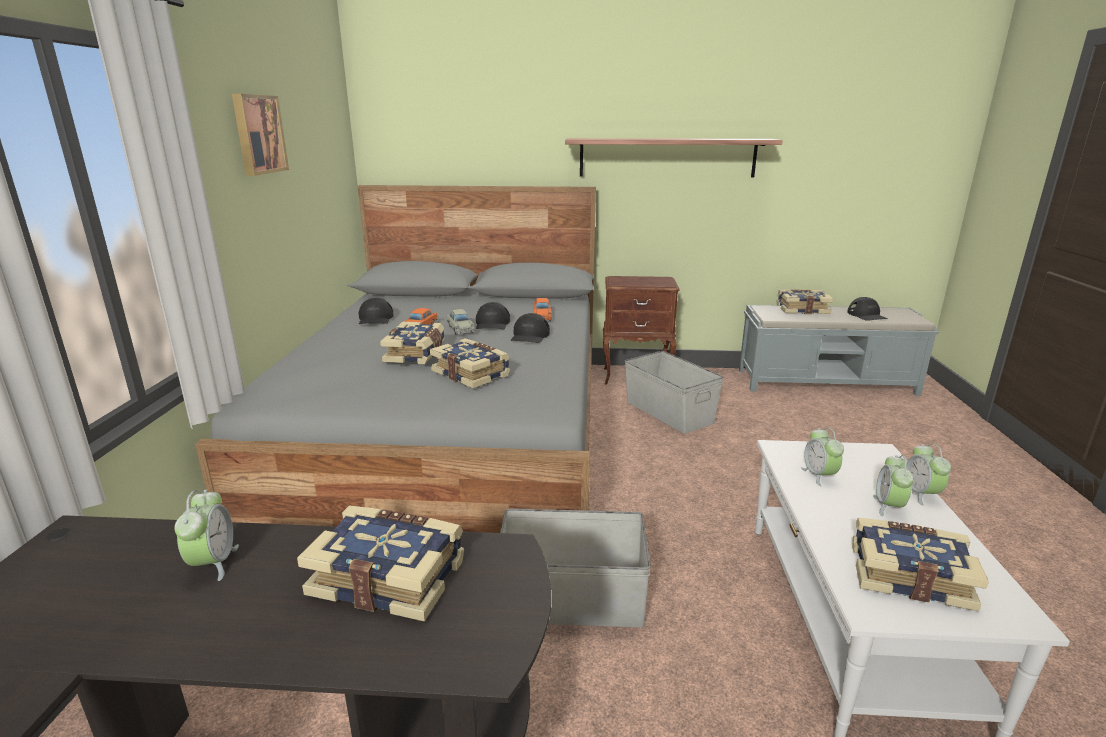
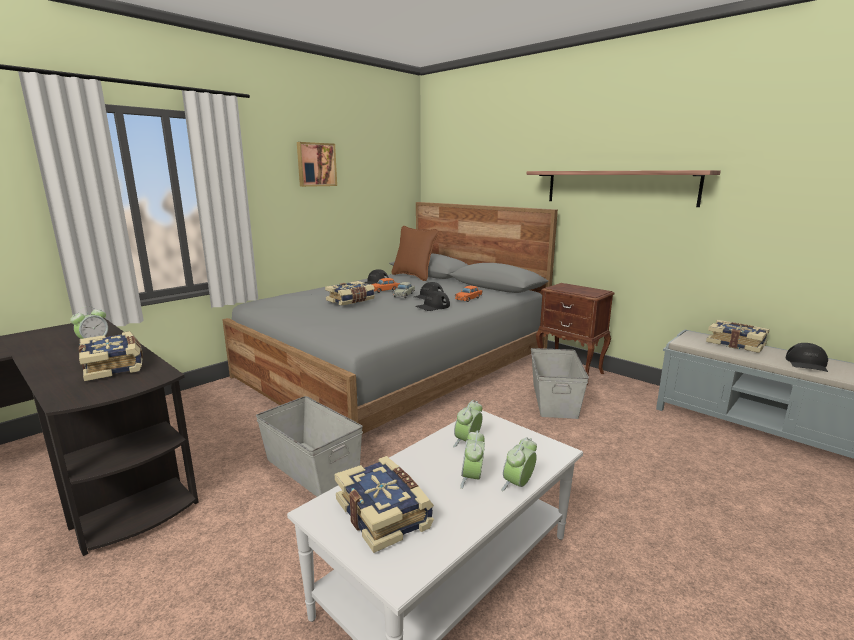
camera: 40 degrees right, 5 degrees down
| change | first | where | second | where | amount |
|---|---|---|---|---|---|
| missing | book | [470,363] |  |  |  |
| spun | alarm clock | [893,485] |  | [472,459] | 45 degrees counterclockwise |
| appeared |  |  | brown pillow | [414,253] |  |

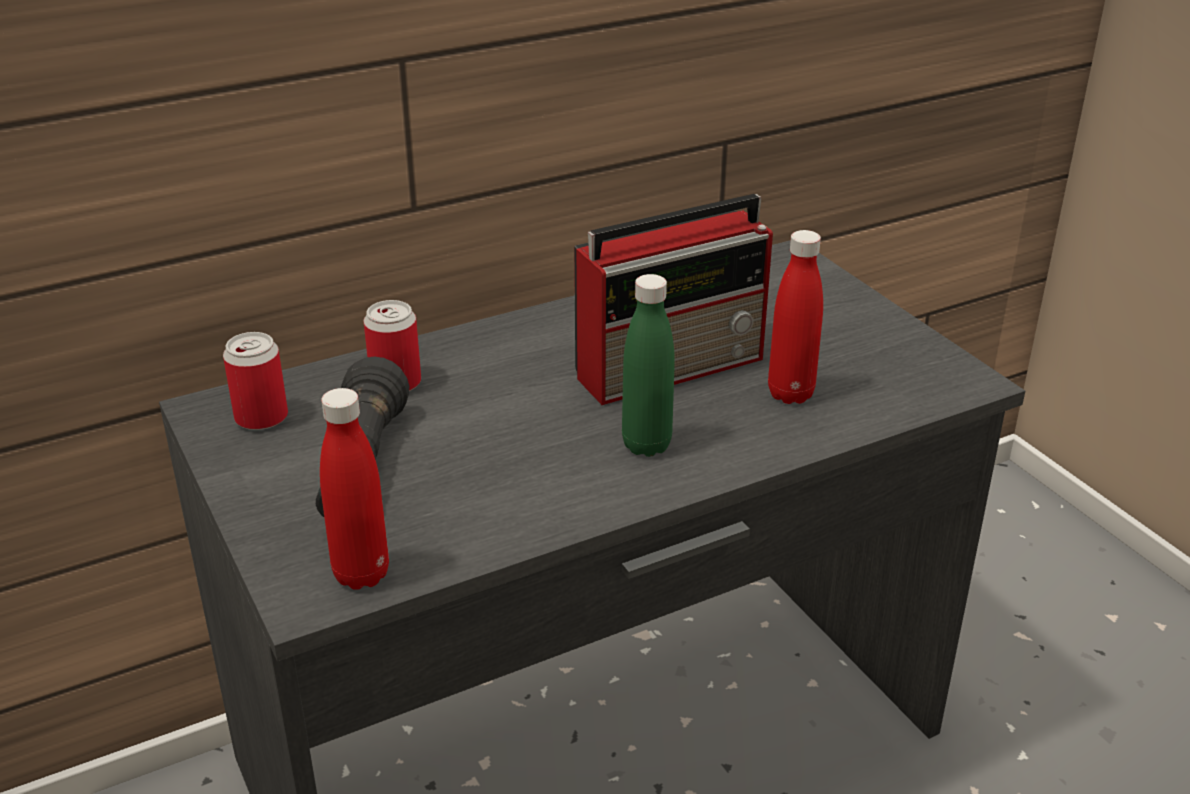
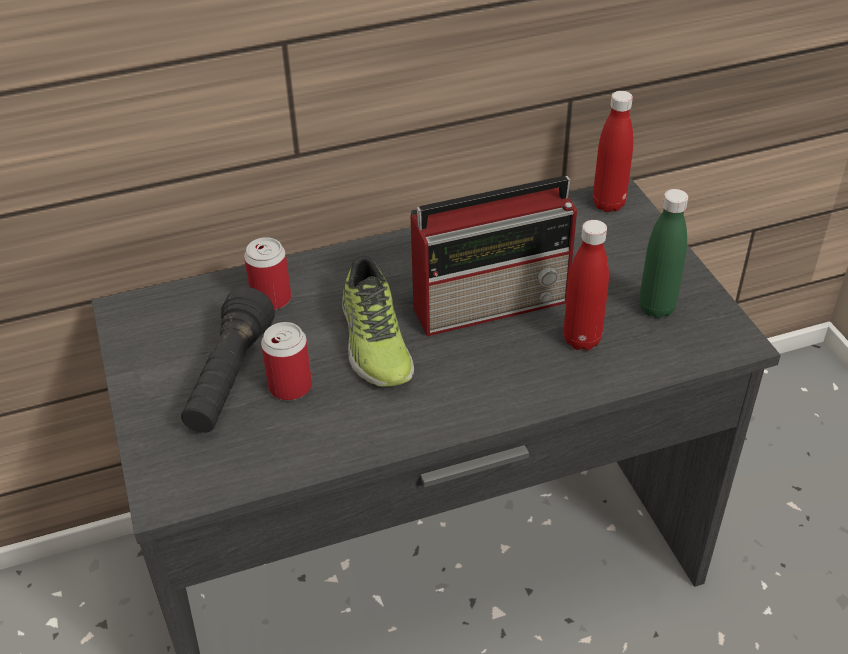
camera: 10 degrees right, 10 degrees up
| change | first | where | second | where | amount |
|---|---|---|---|---|---|
| relocated | can | [255,381] |  | [286,361] |  |
| relocated | red bottle | [354,489] |  | [613,151] |  |
| relocated | green bottle | [648,365] |  | [663,253] |  |
| appeared |  |  | shoe | [378,321] |  |

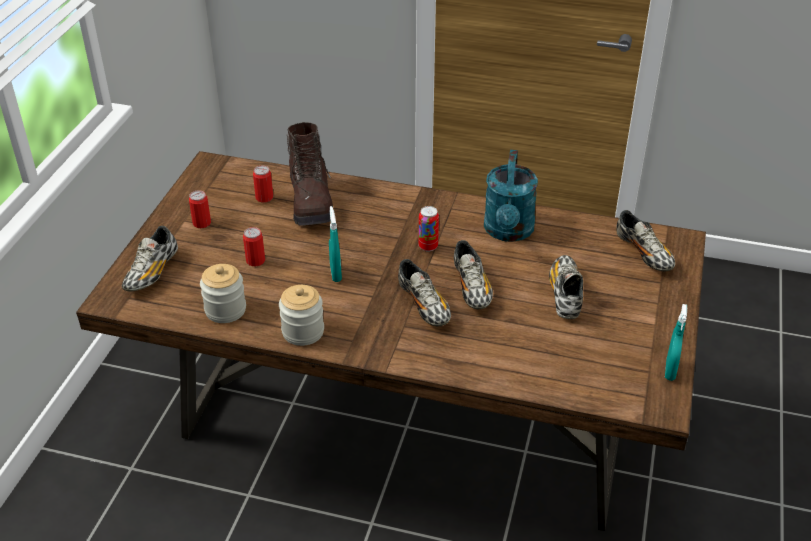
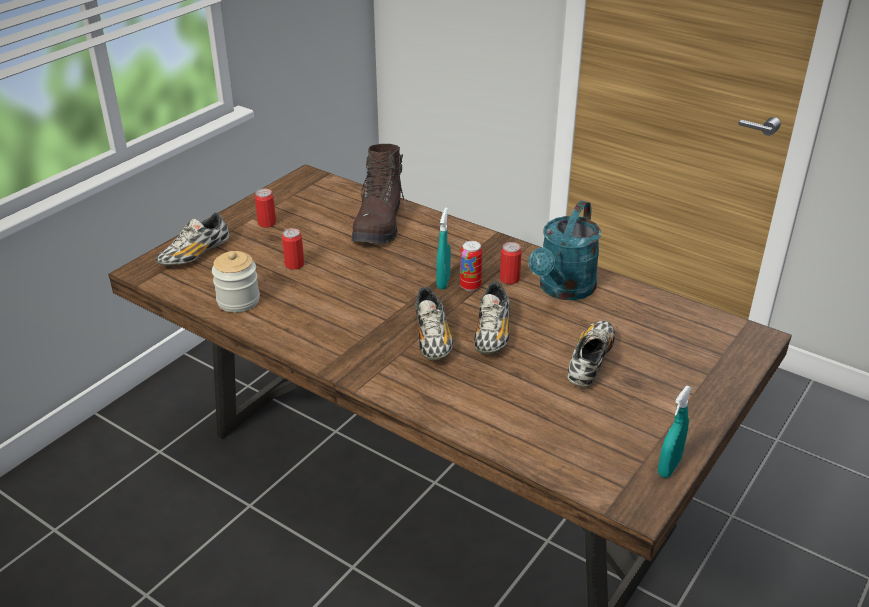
camera: 20 degrees right, 5 degrees down
| change | first | where | second | where | amount |
|---|---|---|---|---|---|
| relocated | can | [263,184] |  | [511,263] |  |
| missing | jar | [301,315] |  |  |  |
| relocated | turquoise spray bottle | [335,244] |  | [444,249] |  |
| missing | shoe | [645,240] |  |  |  |

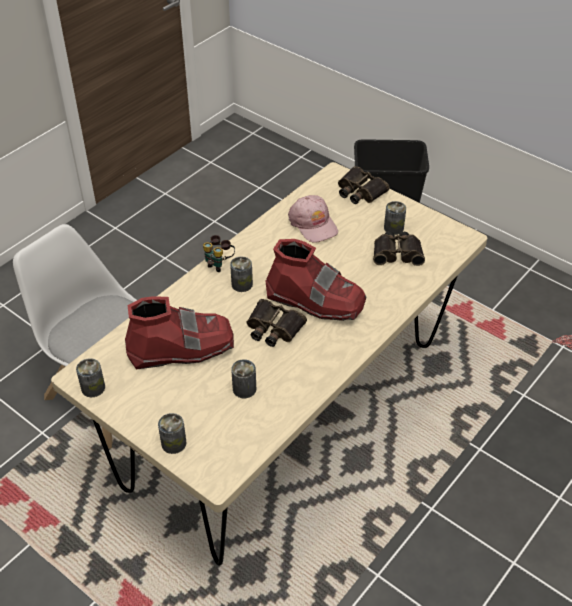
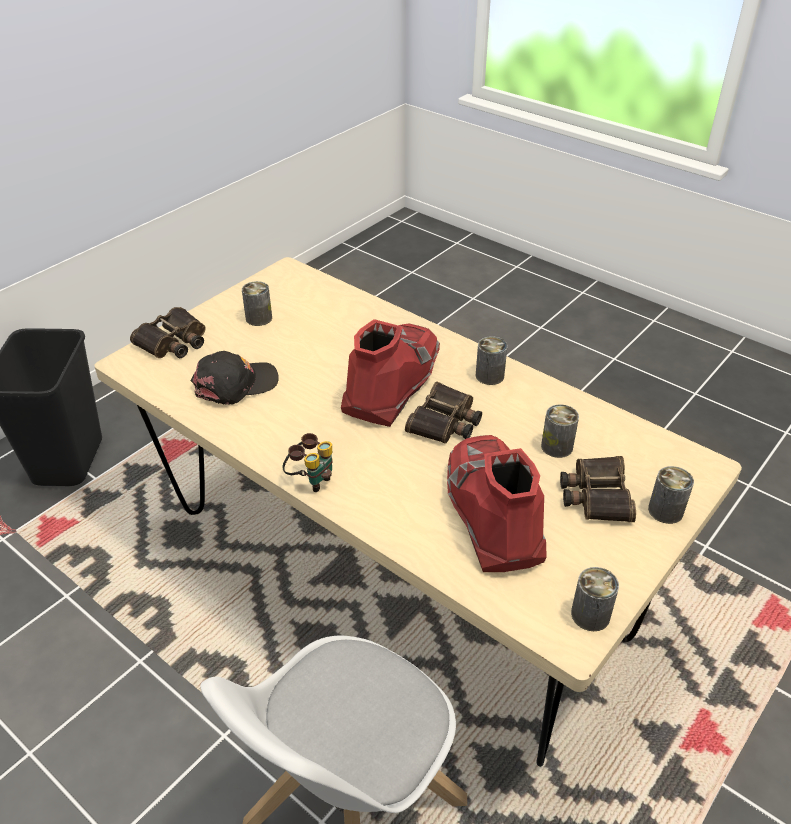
camera: 90 degrees left, 5 degrees down
| change | first | where | second | where | amount |
|---|---|---|---|---|---|
| relocated | can | [241,274] |  | [492,360] |  |
| colour | pink cap | [313,219] | black cap | [234,378] |  |
| relocated | binoculars | [399,248] |  | [598,489] |  |

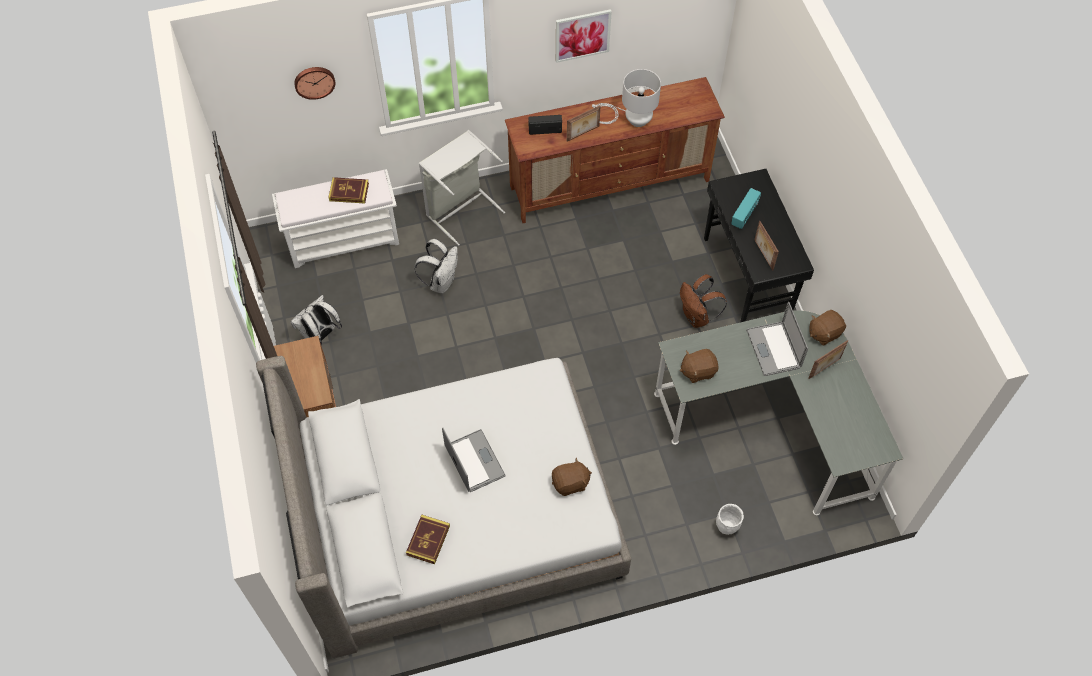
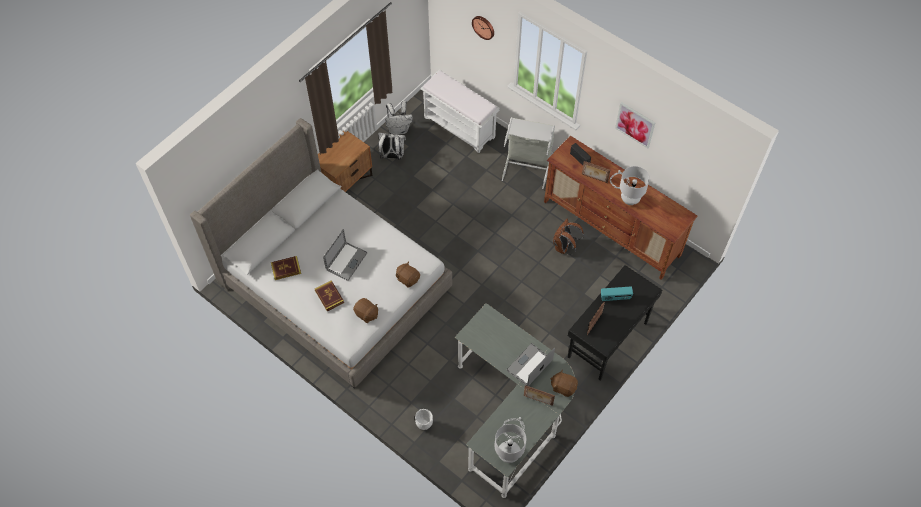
camera: 55 degrees right, 0 degrees up
| change | first | where | second | where | amount |
|---|---|---|---|---|---|
| relocated | book | [348,190] |  | [329,295] |  |
| relocated | white backpack | [436,266] |  | [399,118] |  |
| relocated | brown backpack | [703,301] |  | [568,237] |  |
| relocated | brown plush toy | [699,366] |  | [408,274] |  |
| appeared |  |  | white table lamp | [510,440] |  |

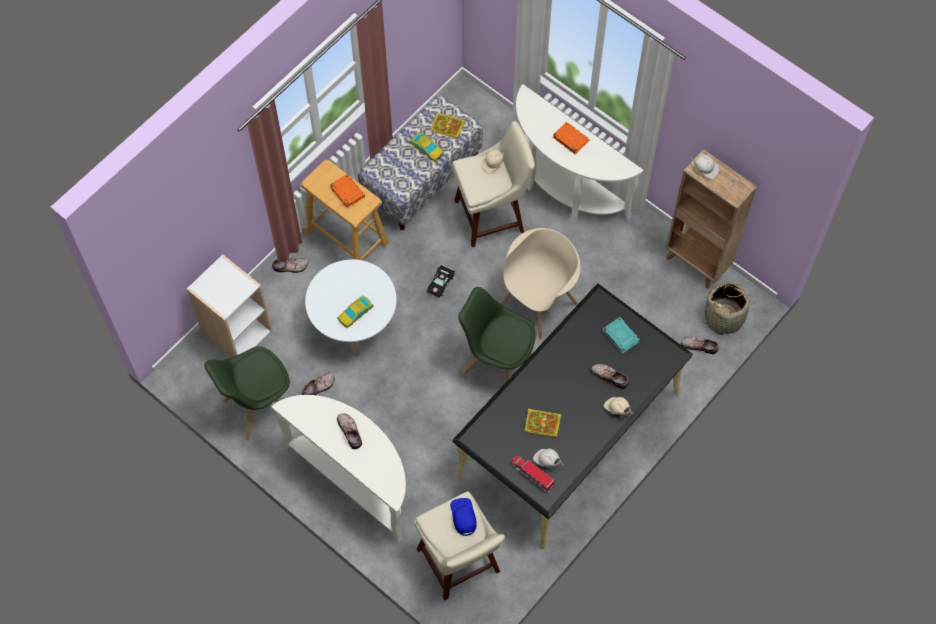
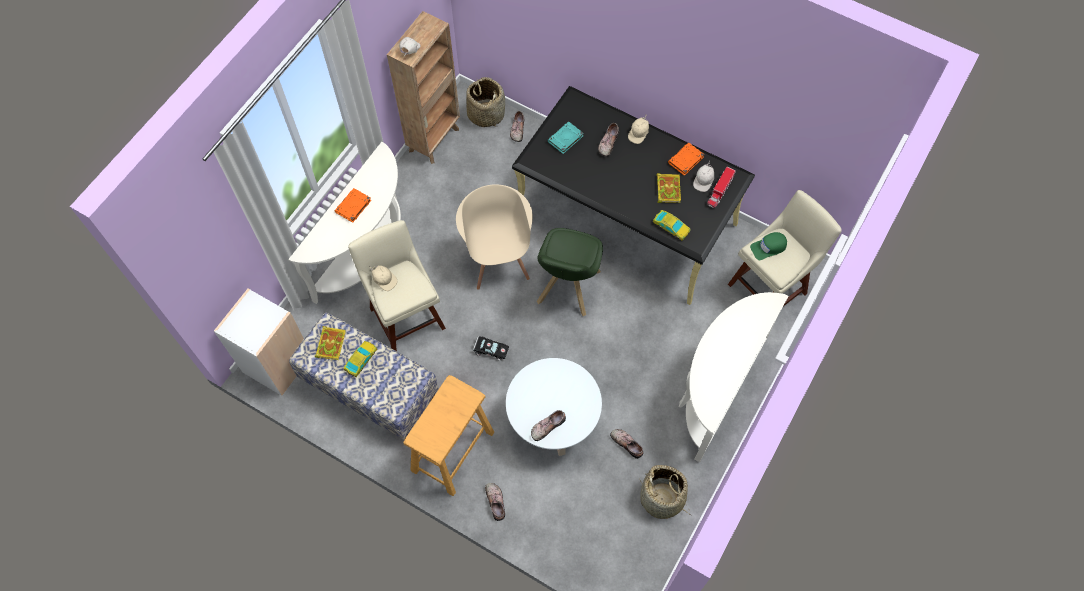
camera: 100 degrees left, 0 degrees up
| change | first | where | second | where | amount |
|---|---|---|---|---|---|
| relocated | bookcase | [229,306] |  | [259,342] |  |
| exchanged | green chair | [247,393] | basket | [665,492] |  |
| relocated | orange book | [347,191] |  | [686,159] |  |
| relocated | toy car | [355,311] |  | [672,225] |  |
| relocated | shoe | [349,431] |  | [548,425] |  |
| colour | blue cap | [463,517] | green cap | [768,246] |  |
| spun | beige chair | [540,283] |  | [494,237] | 45 degrees clockwise |

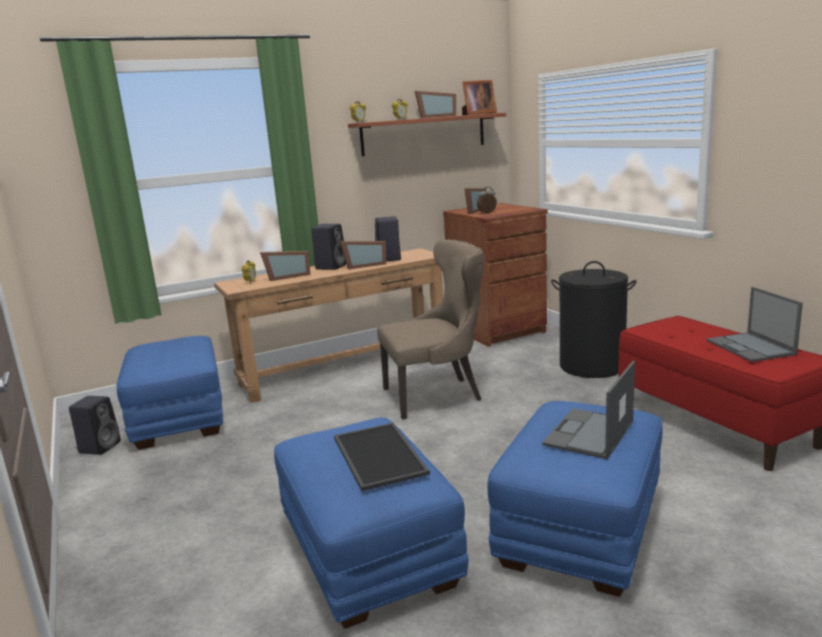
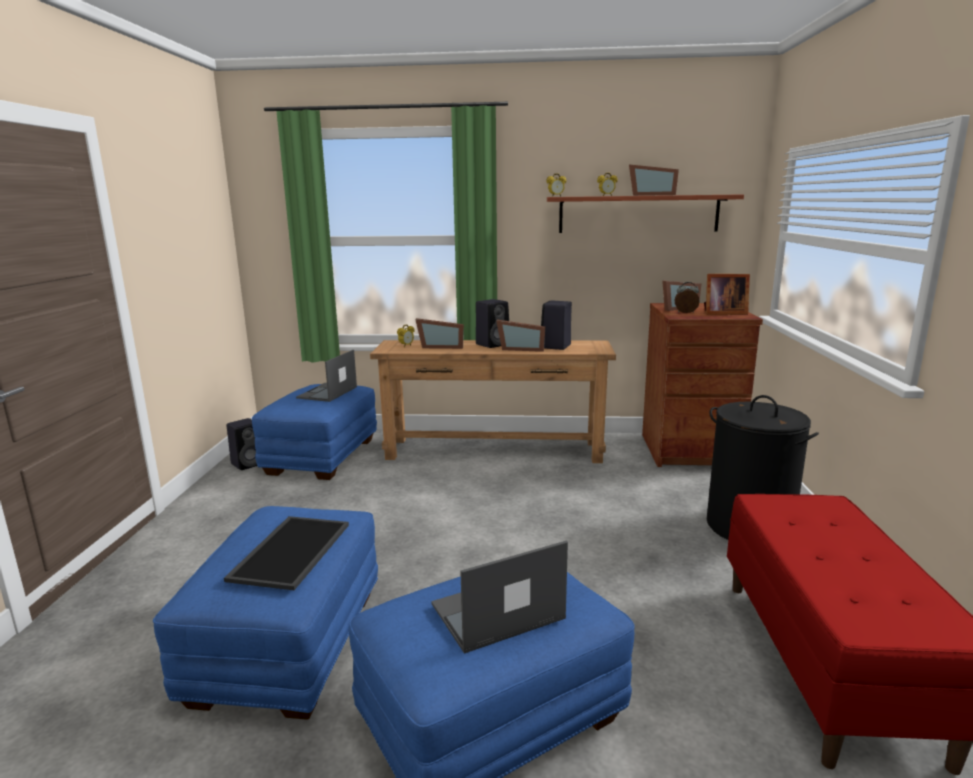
camera: 30 degrees right, 0 degrees up
| change | first | where | second | where | amount |
|---|---|---|---|---|---|
| missing | beige chair | [430,329] |  |  |  |
| relocated | picture frame | [479,97] |  | [727,294] |  |
| relocated | laptop | [755,324] |  | [326,376] |  |

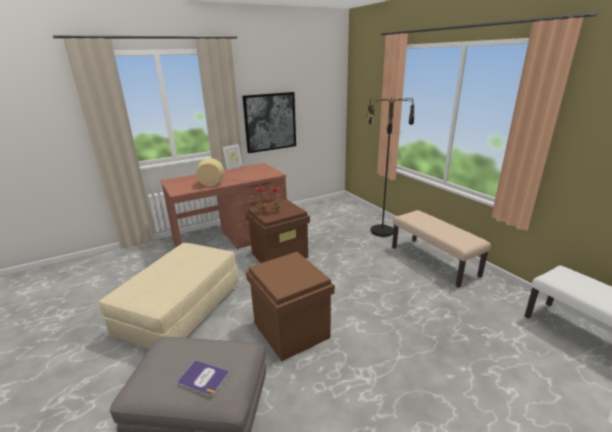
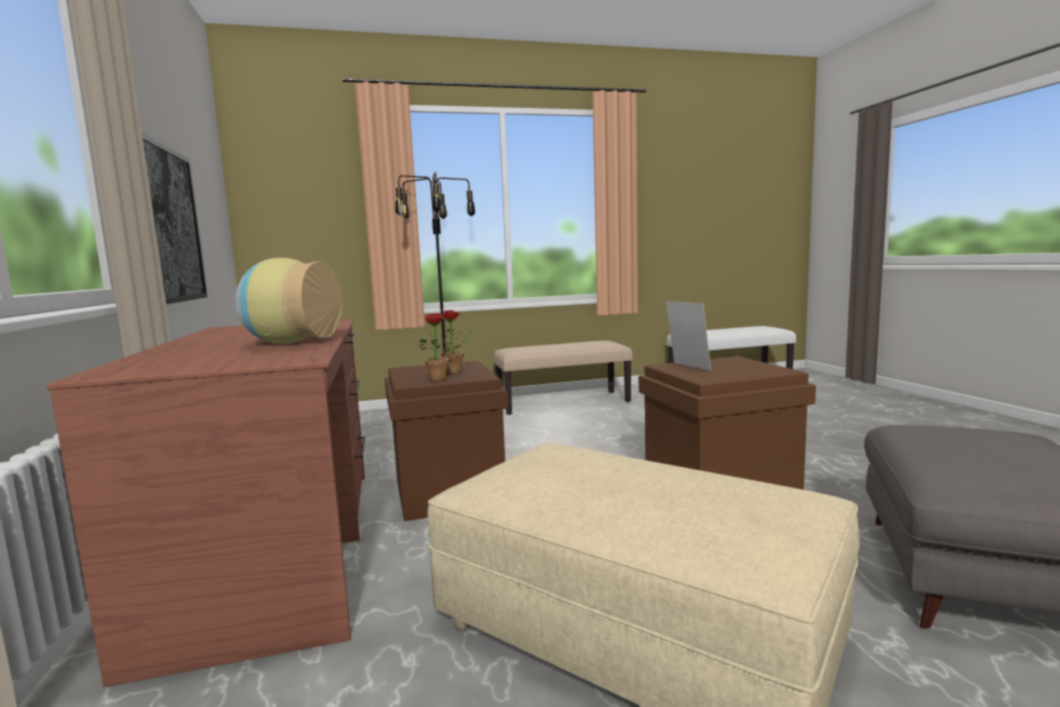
camera: 75 degrees left, 15 degrees down
| change | first | where | second | where | amount |
|---|---|---|---|---|---|
| missing | book | [204,378] |  |  |  |
| relocated | picture frame | [232,157] |  | [688,336] |  |

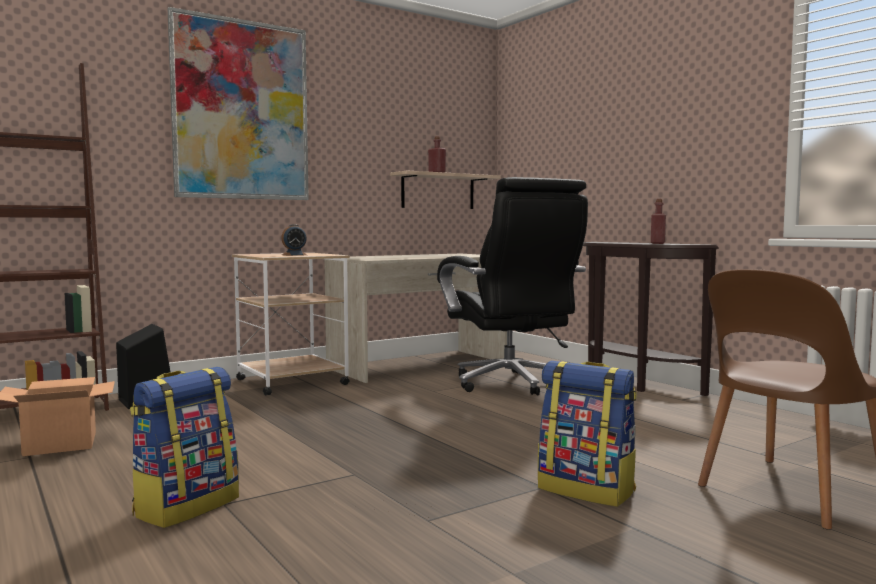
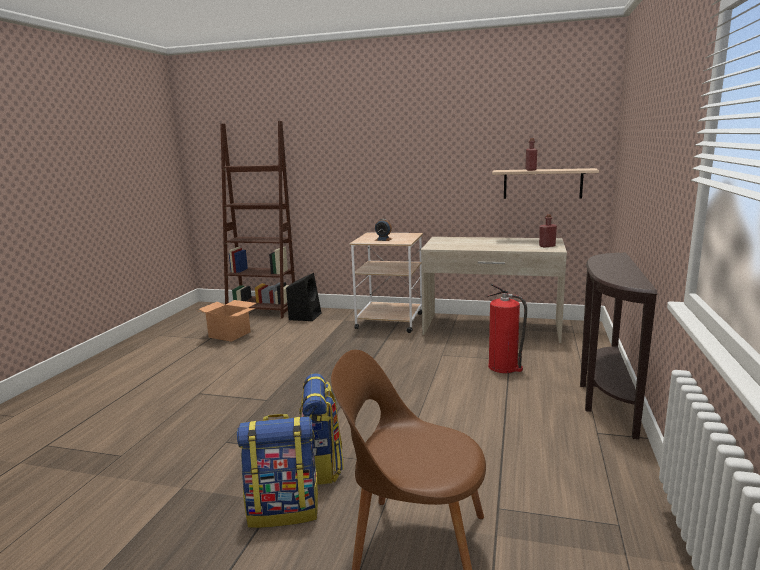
camera: 50 degrees right, 10 degrees up
| change | first | where | second | where | amount |
|---|---|---|---|---|---|
| relocated | backpack | [184,447] |  | [278,471] |  |
| missing | picture | [238,103] |  |  |  |
| exchanged | black office chair | [512,286] | fire extinguisher | [507,328] |  |
| relocated | red bottle | [658,221] |  | [548,231] |  |

